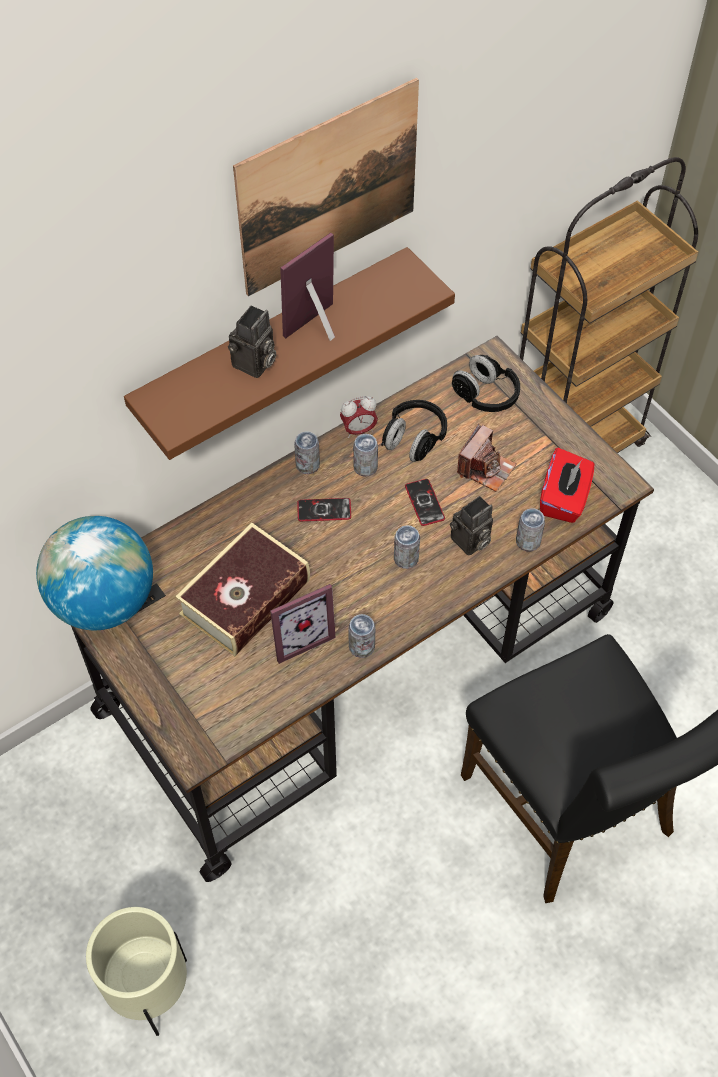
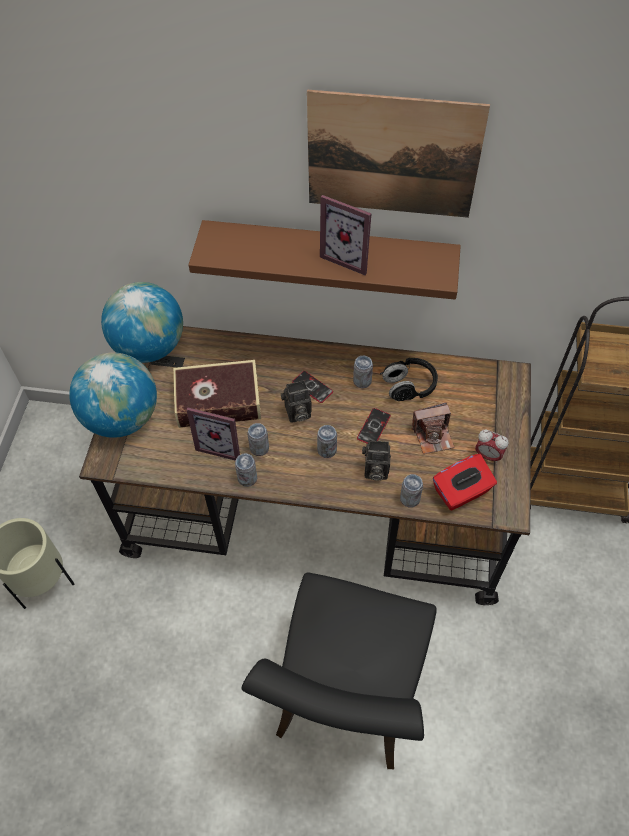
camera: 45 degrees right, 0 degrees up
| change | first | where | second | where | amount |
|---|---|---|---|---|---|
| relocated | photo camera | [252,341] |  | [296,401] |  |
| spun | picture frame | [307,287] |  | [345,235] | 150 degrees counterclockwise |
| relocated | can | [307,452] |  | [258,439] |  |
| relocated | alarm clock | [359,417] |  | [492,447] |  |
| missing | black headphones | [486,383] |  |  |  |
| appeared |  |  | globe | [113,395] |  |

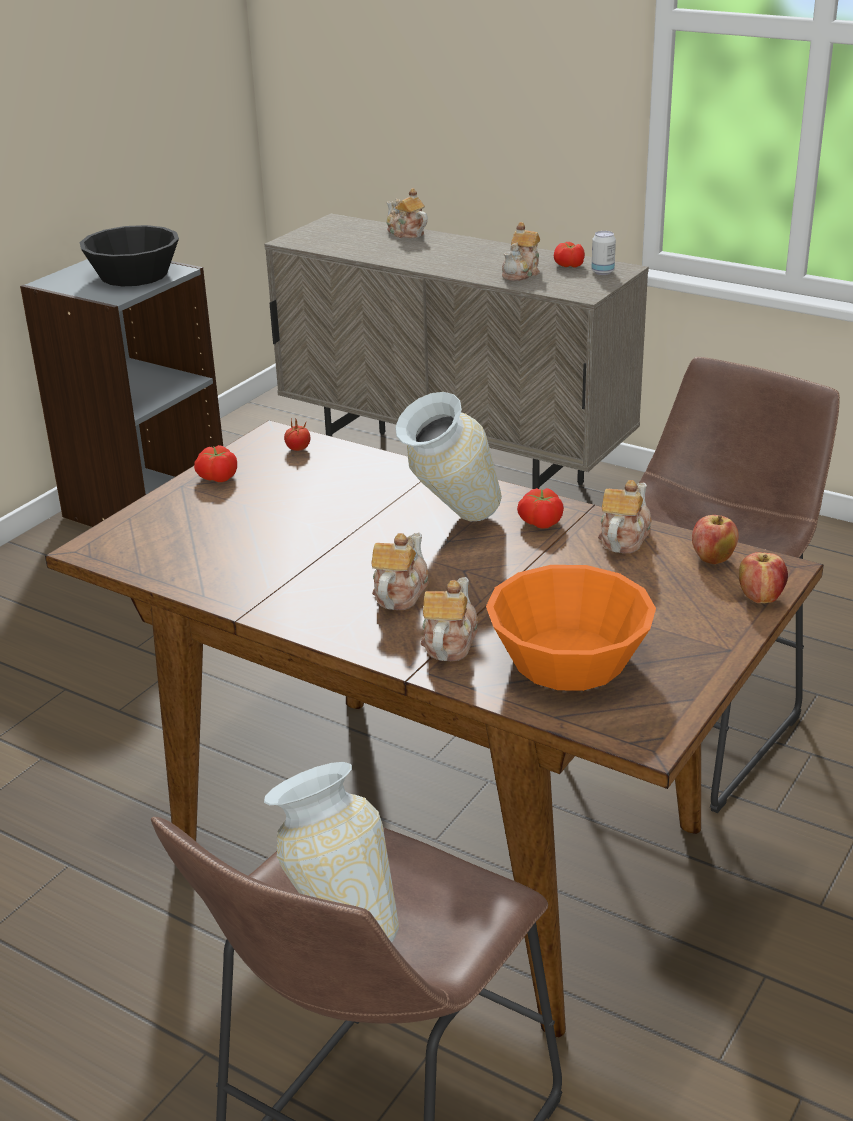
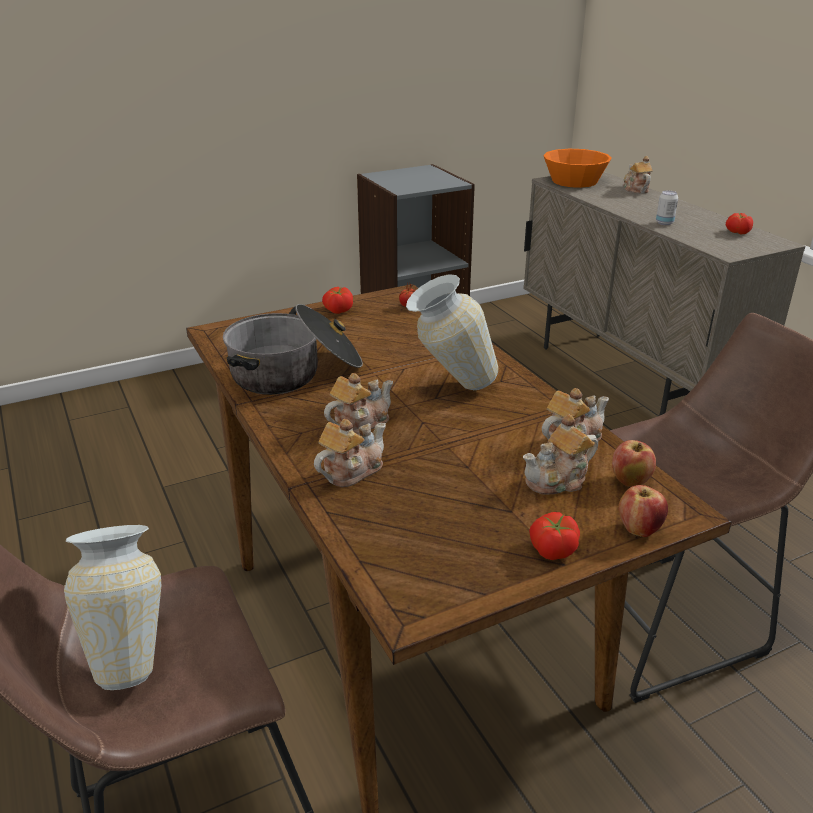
camera: 30 degrees right, 0 degrees up
| change | first | where | second | where | amount |
|---|---|---|---|---|---|
| missing | black bowl | [129,255] |  |  |  |
| relocated | orange bowl | [571,628] |  | [577,168] |  |
| relocated | teapot | [521,251] |  | [560,454] |  |
| relocated | tomato | [540,508] |  | [554,536] |  |
| relocated | can | [603,253] |  | [667,208] |  |
| appeared |  |  | cooking pot | [293,349] |  |

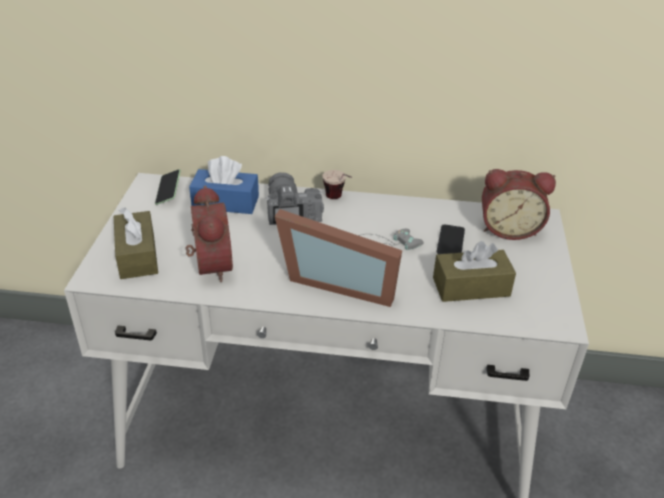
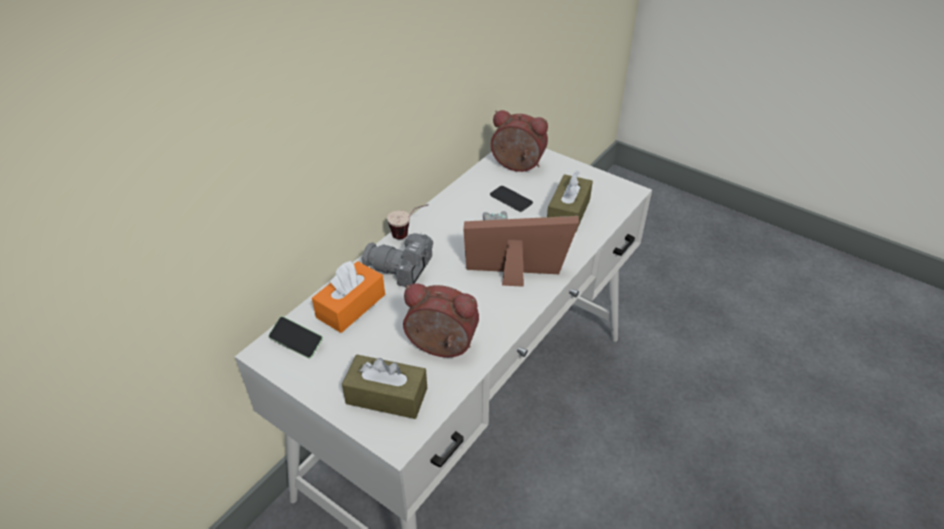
camera: 60 degrees left, 5 degrees up
| change | first | where | second | where | amount |
|---|---|---|---|---|---|
| colour | blue tissue box | [224,185] | orange tissue box | [348,297] |  |
| spun | picture frame | [338,258] |  | [521,251] | 135 degrees counterclockwise |
| spun | alarm clock | [519,204] |  | [519,141] | 105 degrees counterclockwise |

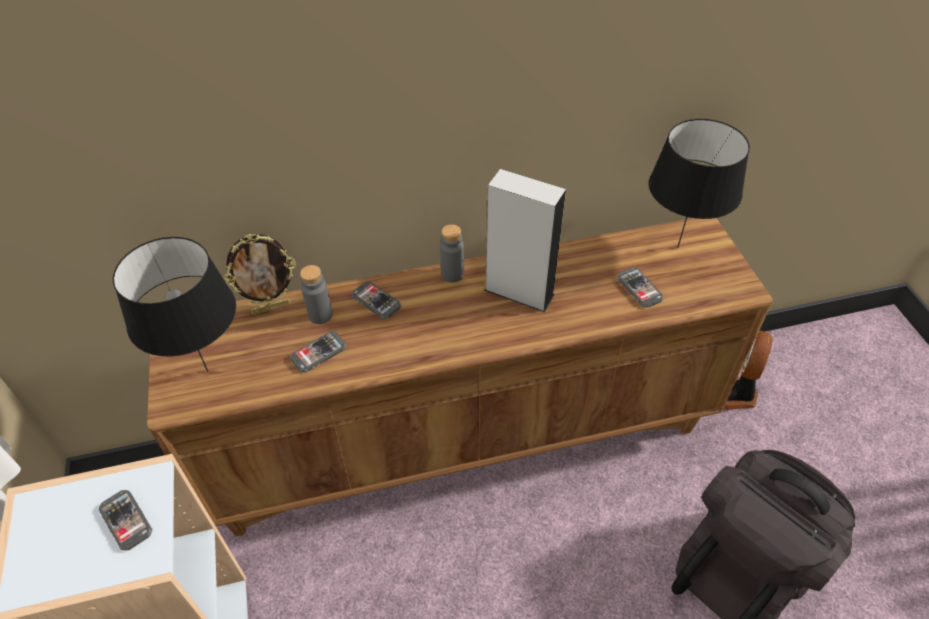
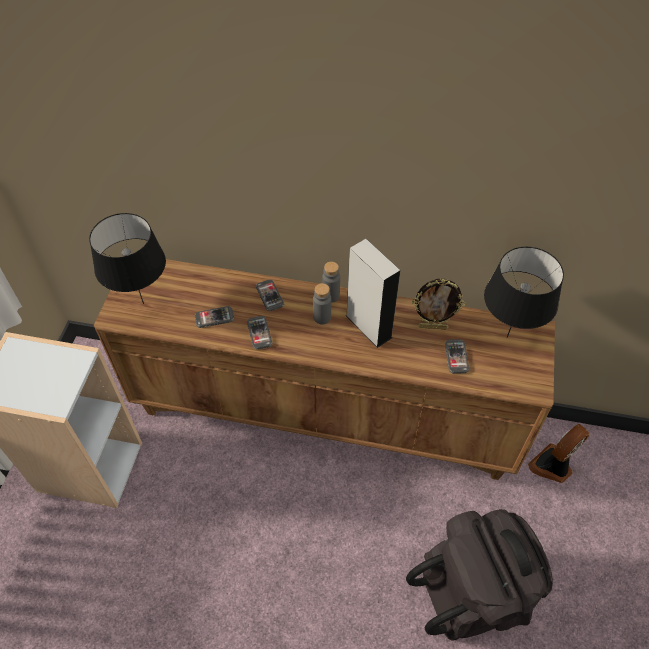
camera: 25 degrees right, 5 degrees up
| change | first | where | second | where | amount |
|---|---|---|---|---|---|
| relocated | phone | [125,520] |  | [260,333] |  |
| relocated | picture frame | [260,274] |  | [438,303] |  |
| relocated | grey bottle | [316,294] |  | [322,303] |  |

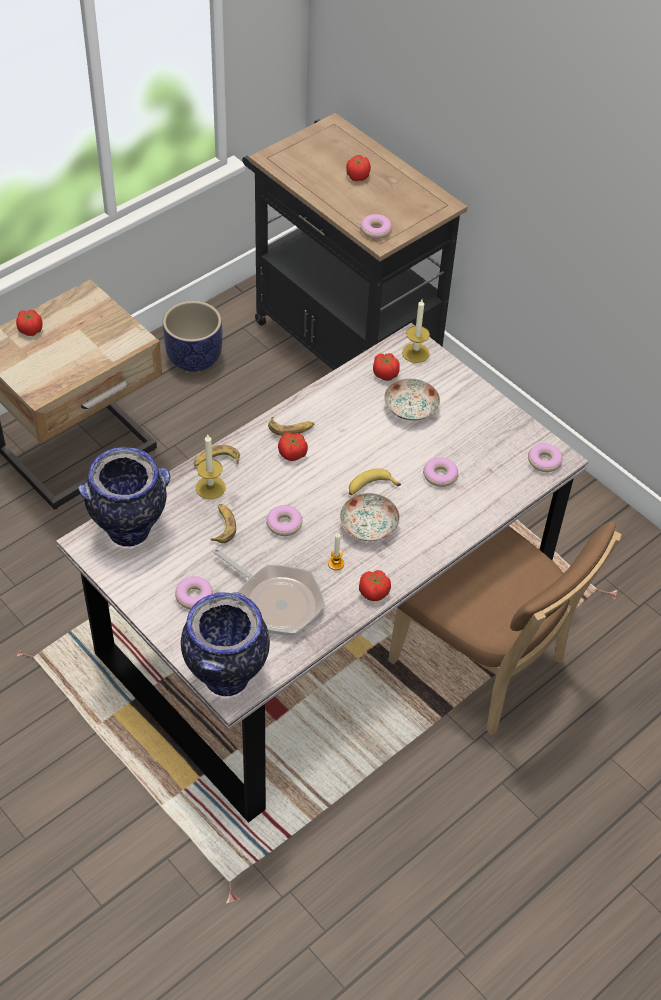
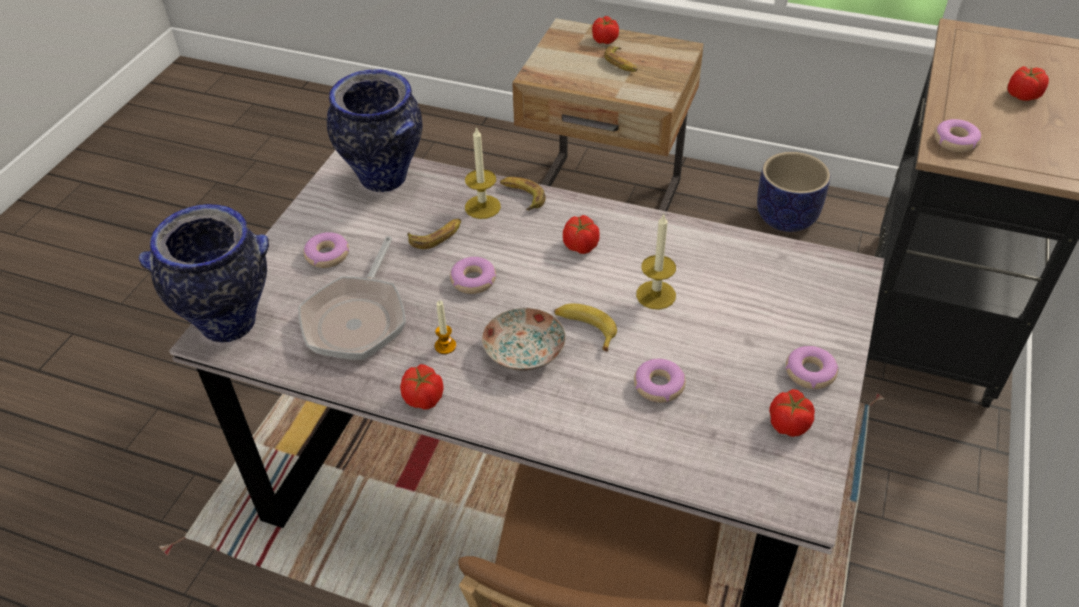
camera: 65 degrees right, 5 degrees down
| change | first | where | second | where | amount |
|---|---|---|---|---|---|
| relocated | banana | [291,426] |  | [621,59] |  |
| relocated | tomato | [386,367] |  | [792,413] |  |
| missing | plate | [412,399] |  |  |  |
| relocated | candle | [416,331] |  | [656,262] |  |
| relocated | donut | [545,457] |  | [812,367] |  |

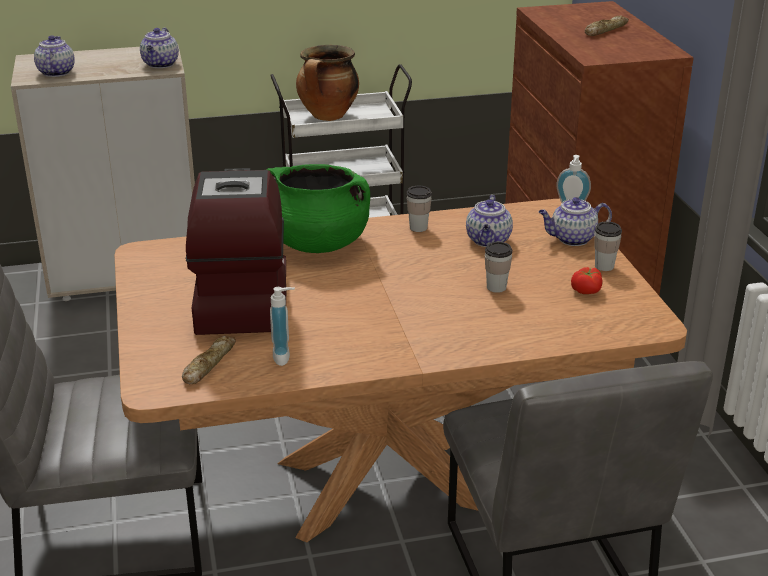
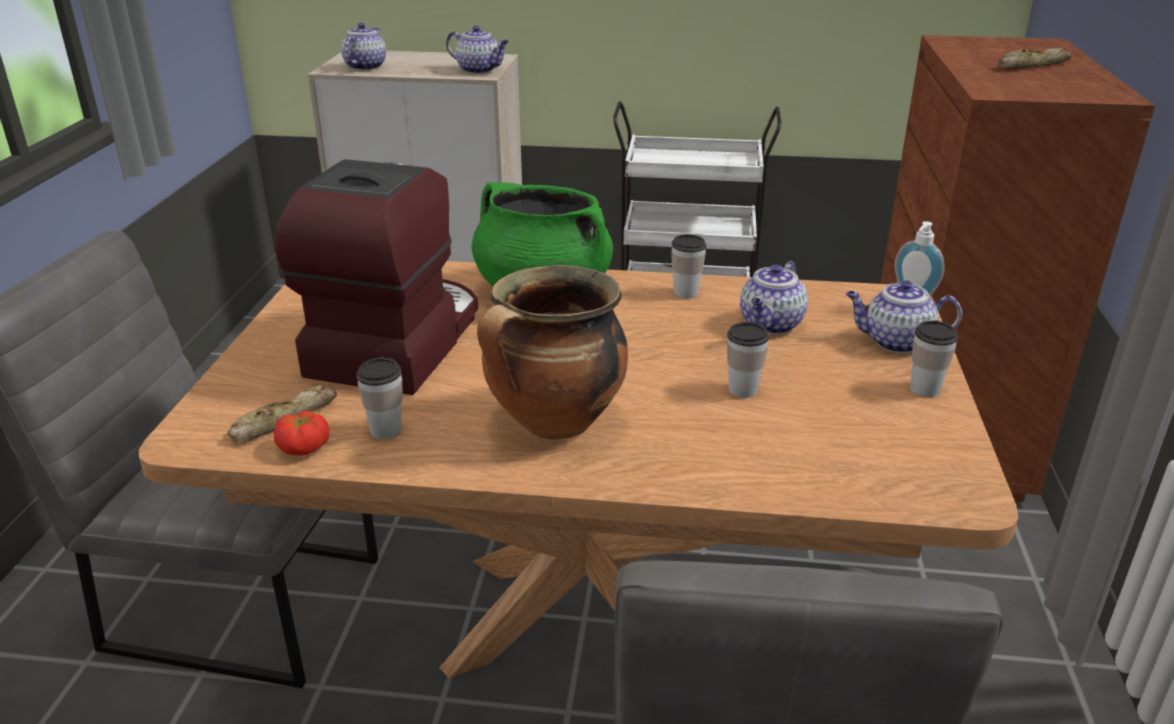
camera: 20 degrees right, 0 degrees up
| change | first | where | second | where | amount |
|---|---|---|---|---|---|
| spun | teapot | [159,47] |  | [477,50] | 90 degrees counterclockwise |
| exchanged | soap dispenser | [282,326] | cup | [380,398] |  |
| relocated | cooking pot | [327,83] |  | [552,352] |  |
| relocated | tomato | [587,280] |  | [302,433] |  |

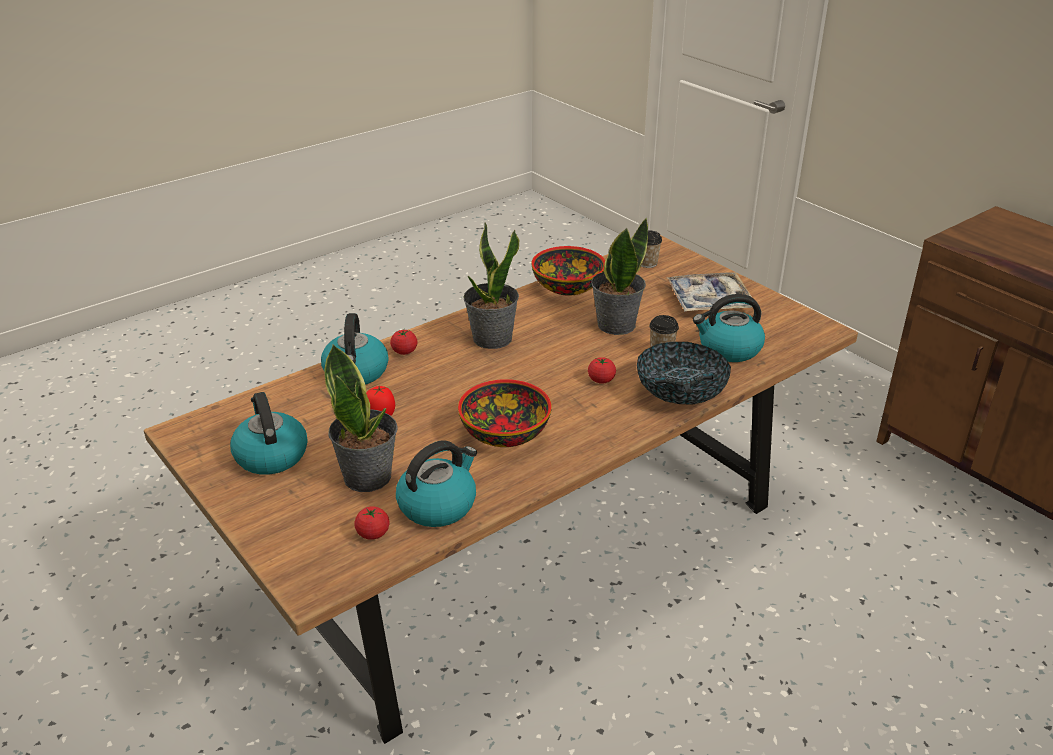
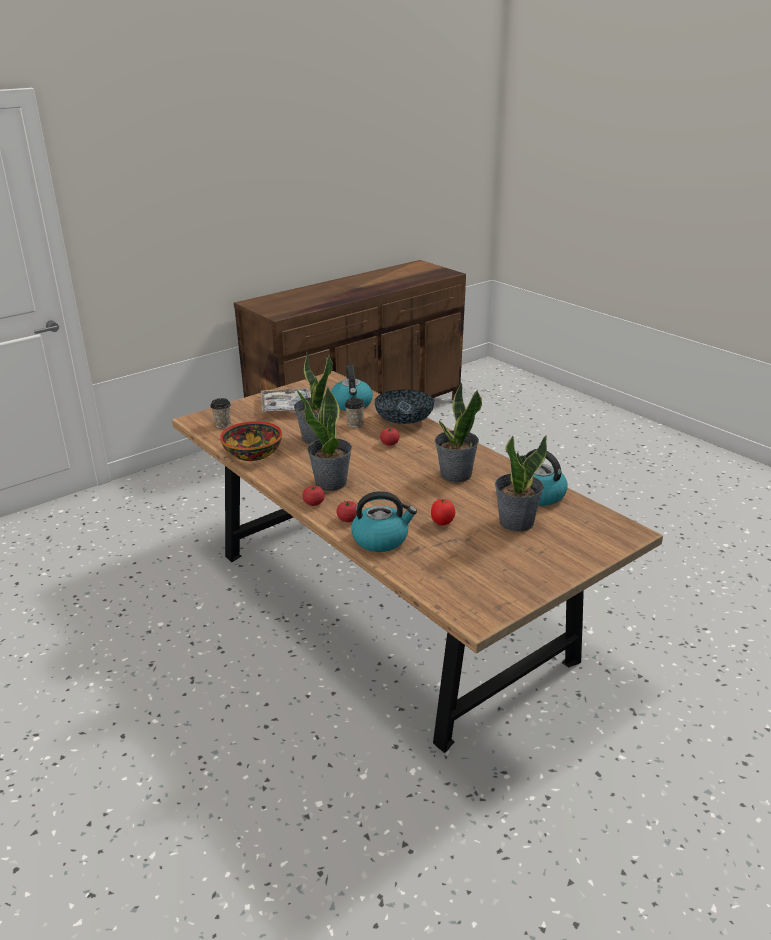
camera: 90 degrees left, 5 degrees down
| change | first | where | second | where | amount |
|---|---|---|---|---|---|
| missing | kettle | [268,433] |  |  |  |
| relocated | tomato | [372,523] |  | [313,495] |  |
| exchanged | bowl | [504,413] | potted plant | [458,432] |  |

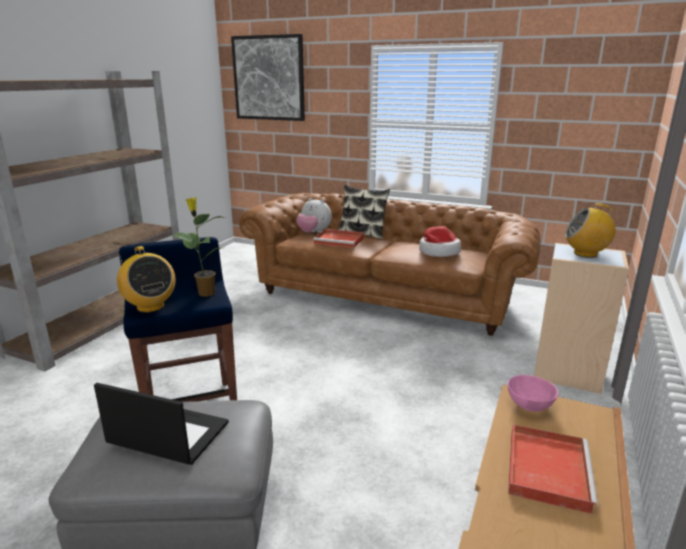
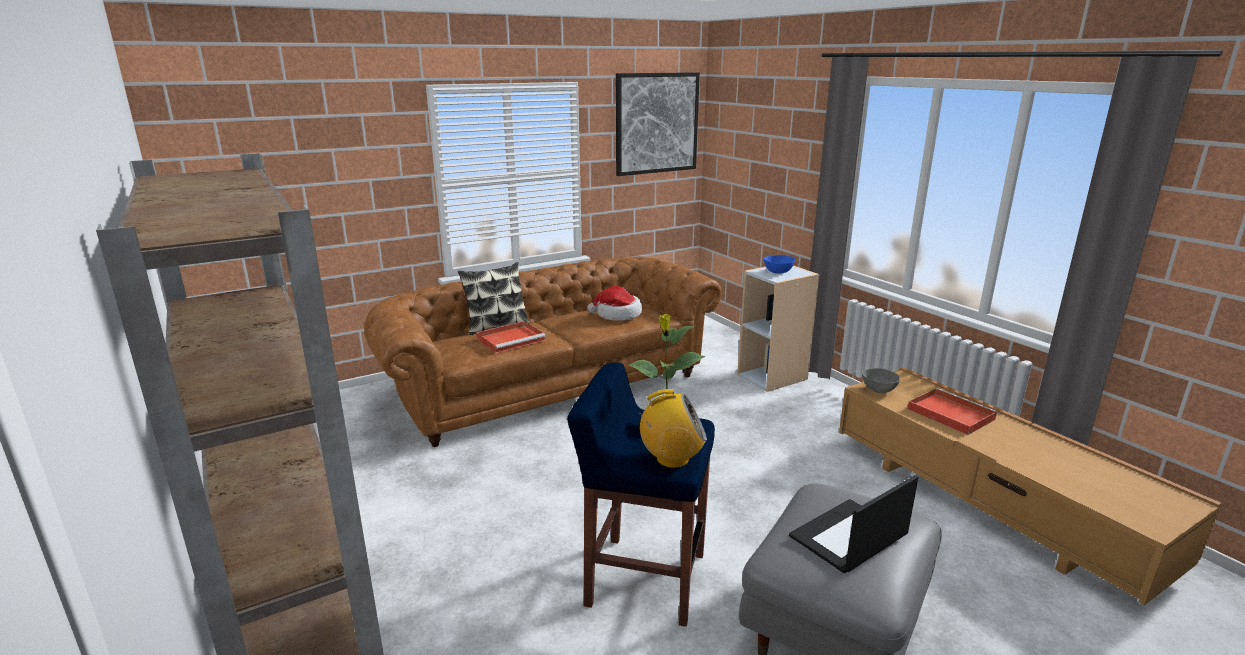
camera: 55 degrees left, 0 degrees up
| change | first | where | second | where | amount |
|---|---|---|---|---|---|
| relocated | picture | [268,77] |  | [658,124] |  |
| missing | plush toy | [314,215] |  |  |  |
| colour | pink bowl | [533,393] | grey bowl | [881,380] |  |
| exchanged | radio | [590,230] | blue bowl | [779,264] |  |

